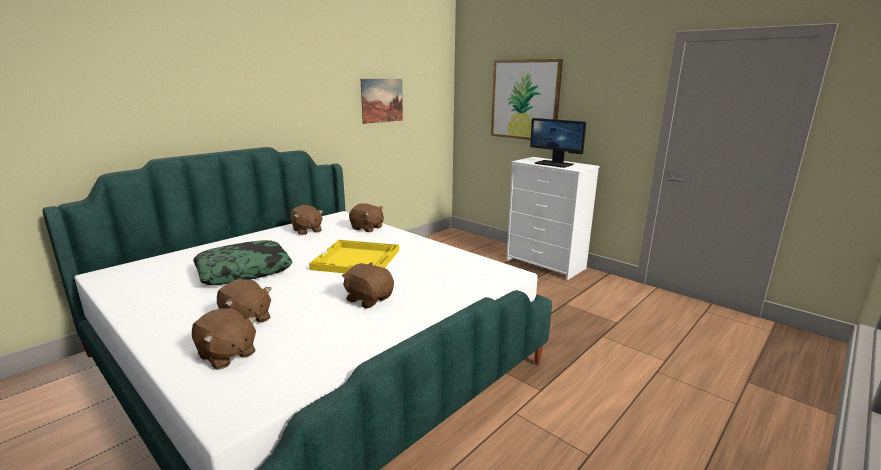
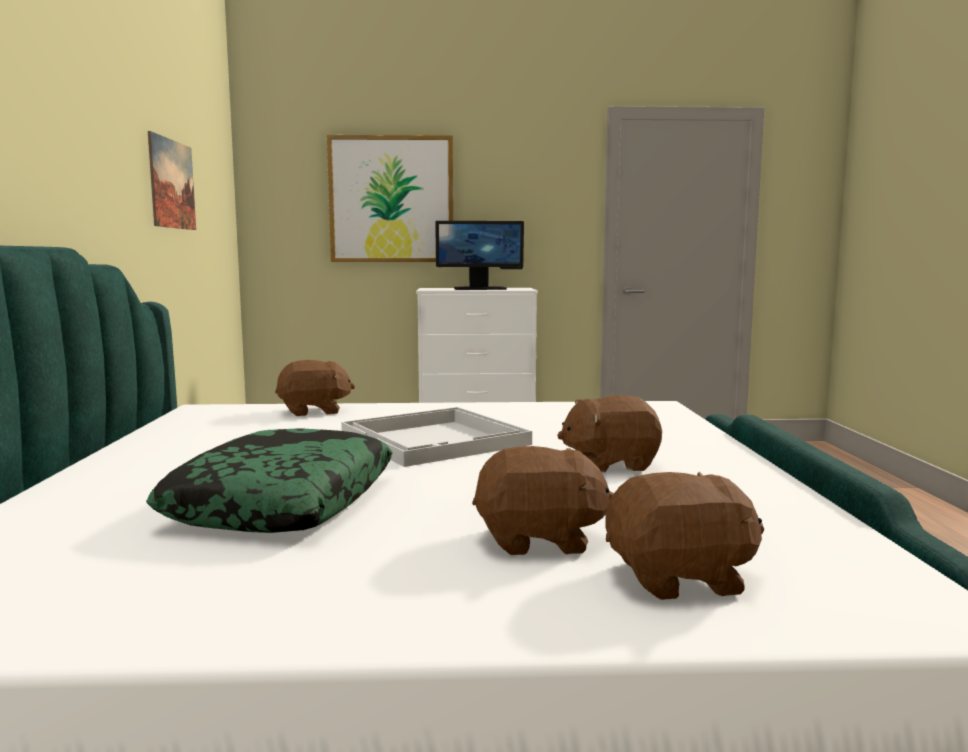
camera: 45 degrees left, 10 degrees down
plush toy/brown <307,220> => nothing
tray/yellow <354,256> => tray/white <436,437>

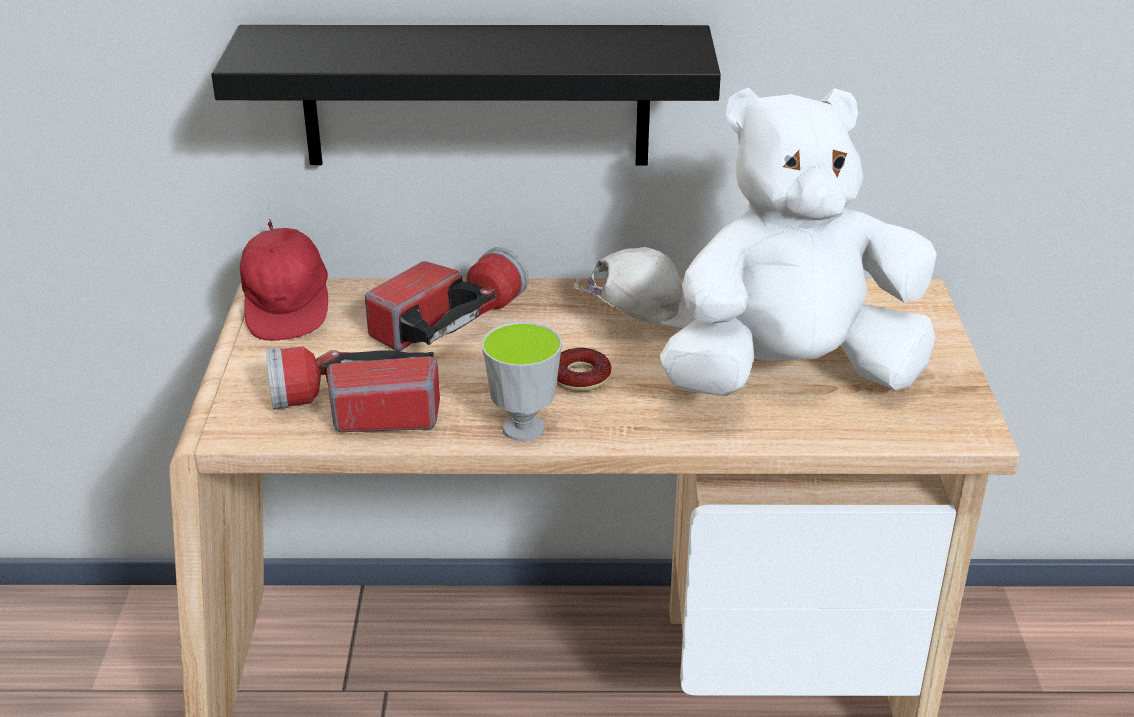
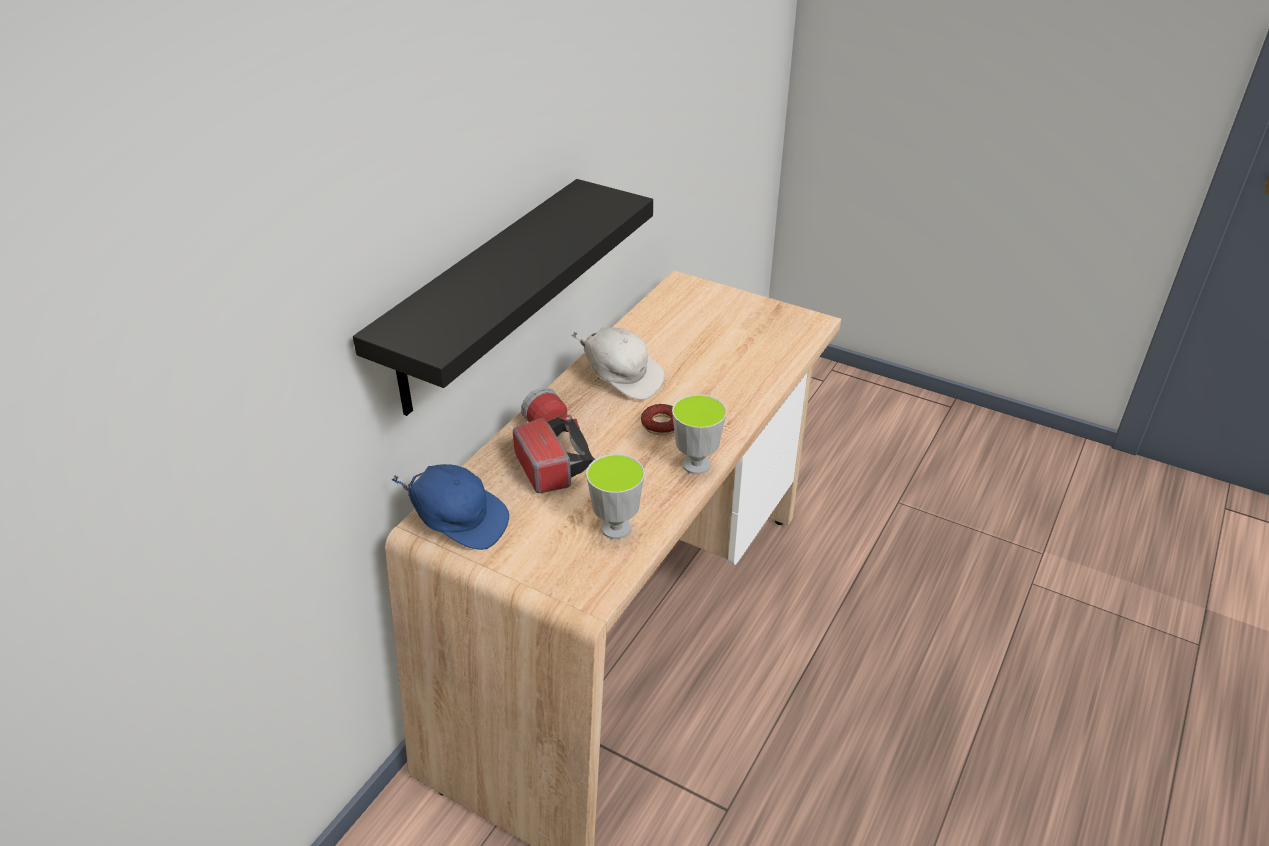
camera: 60 degrees left, 5 degrees up
plush toy/white <798,242> => nothing
flashlight <353,389> => cup <615,496>
cap/red <284,280> => cap/blue <450,507>
cap/white <634,288> => cap/white <618,363>, 105 degrees clockwise

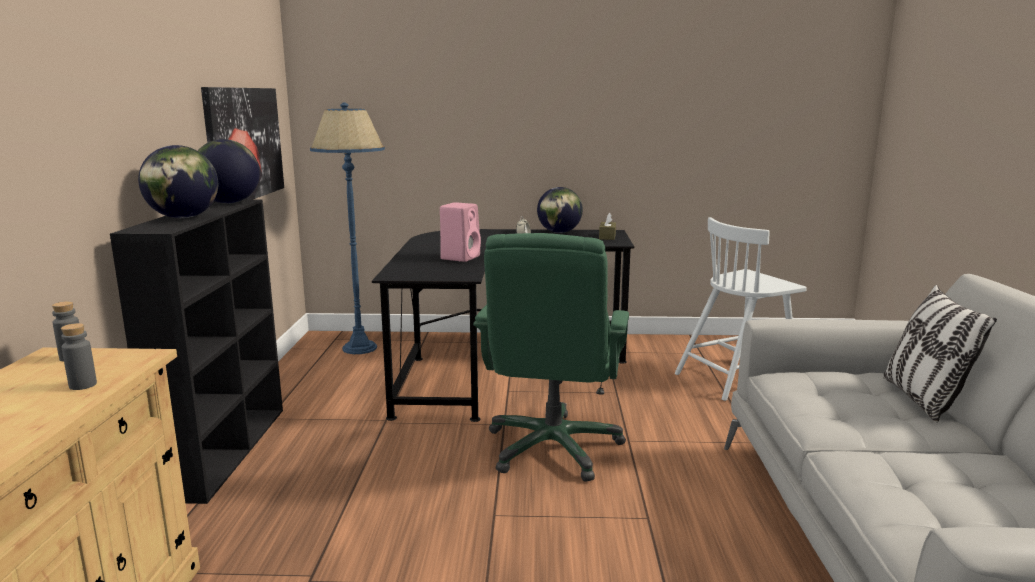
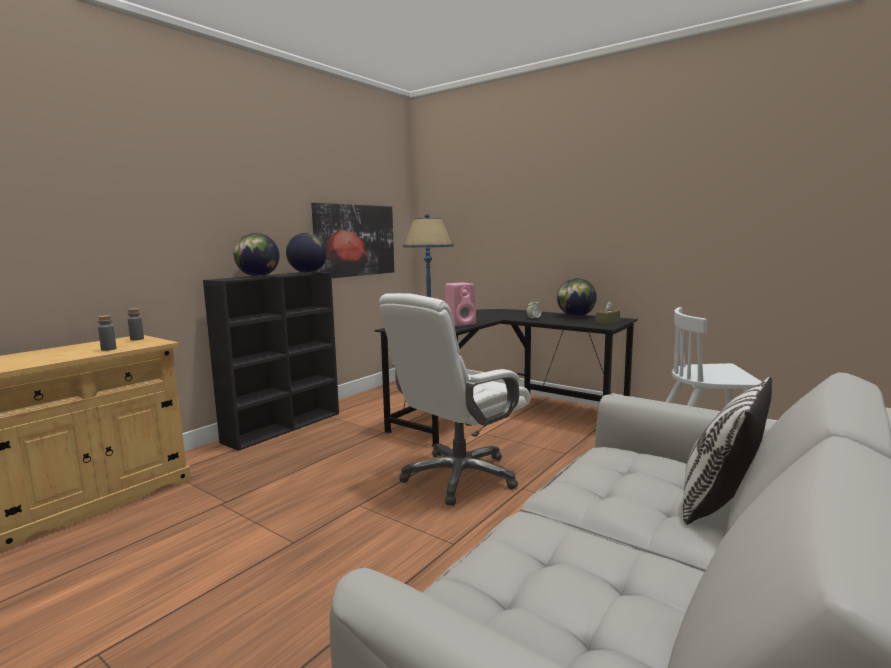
camera: 35 degrees right, 5 degrees down
office chair/green <551,357> => office chair/white <455,399>

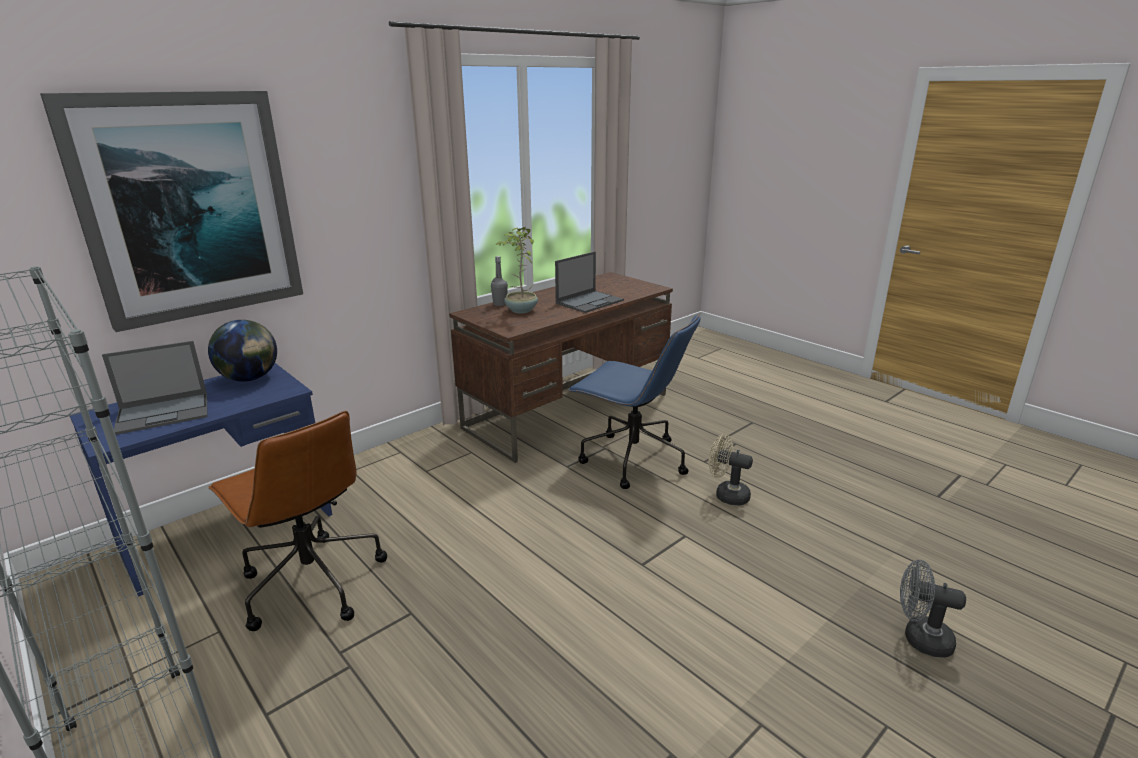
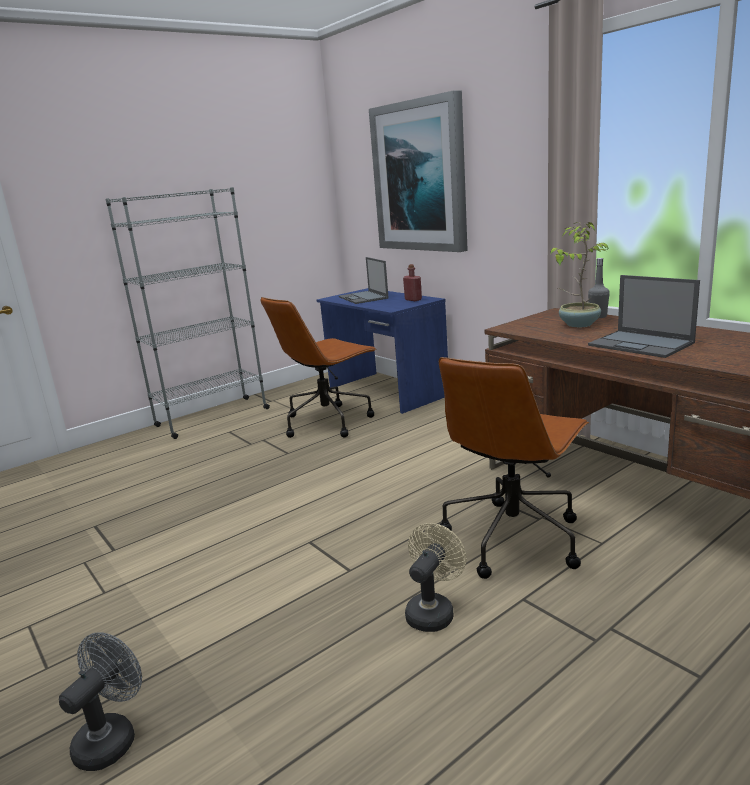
camera: 95 degrees right, 5 degrees down
globe <242,351> => bottle/red <412,282>
office chair/blue <634,401> => office chair/brown <514,468>

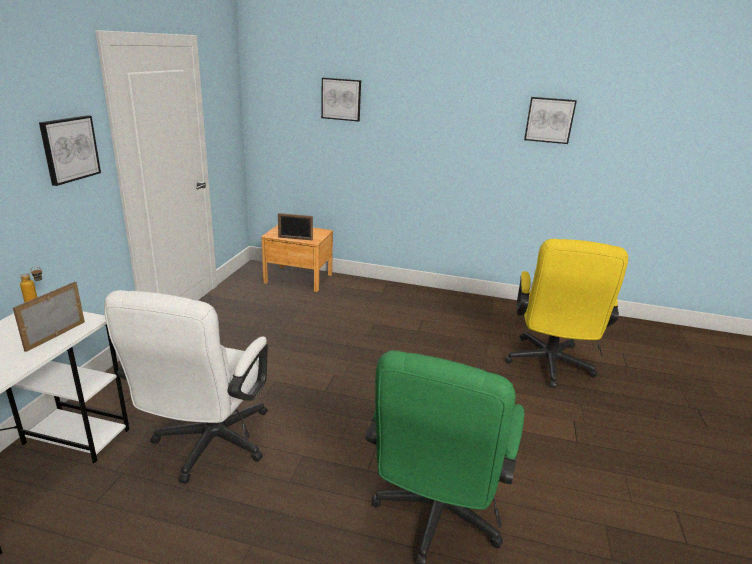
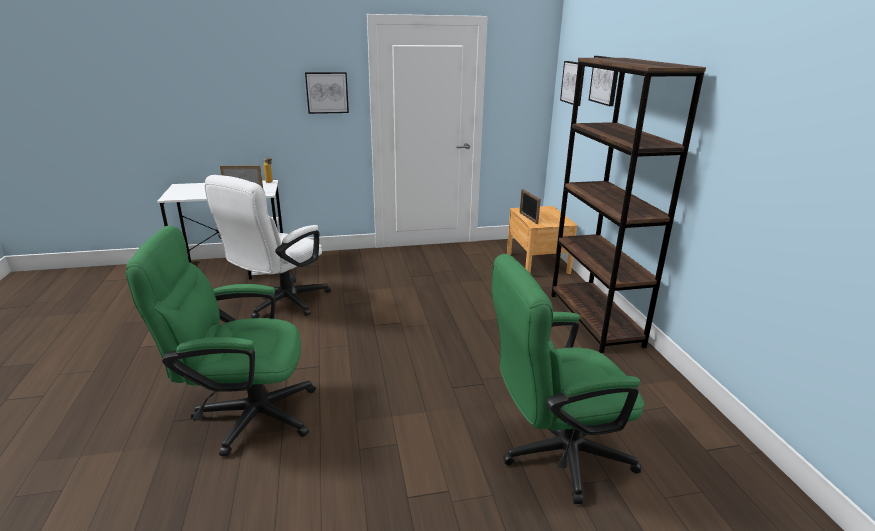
camera: 65 degrees right, 0 degrees up
nothing => bookcase/brown <628,205>
picture <550,120> => picture <572,83>, relocated
office chair/yellow <566,313> => office chair/green <568,379>
office chair/white <186,387> => office chair/white <268,246>, 45 degrees counterclockwise

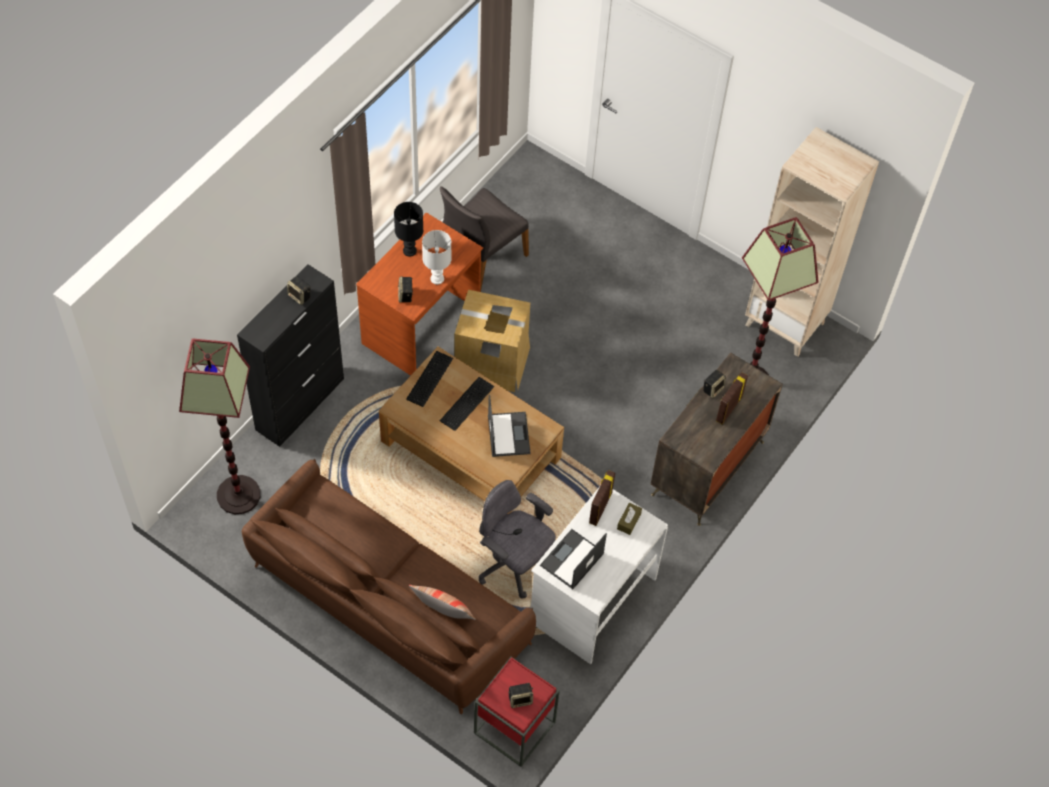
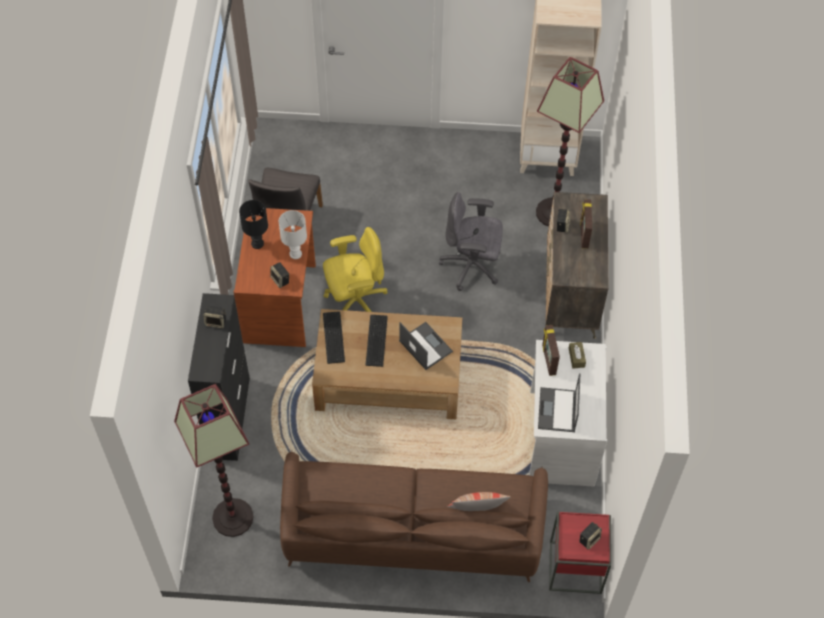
camera: 30 degrees left, 0 degrees up
office chair/grey <517,539> => office chair/grey <471,241>, relocated
cardboard box <492,341> => office chair/yellow <355,269>

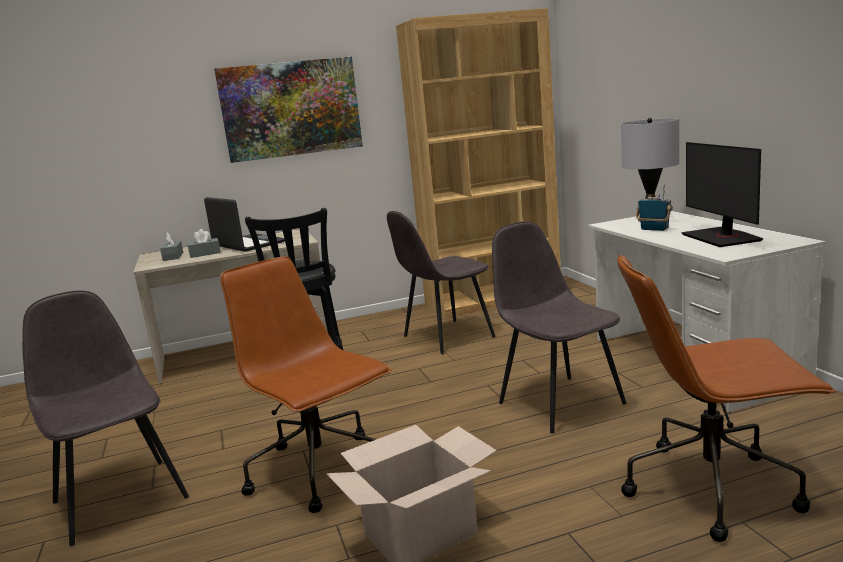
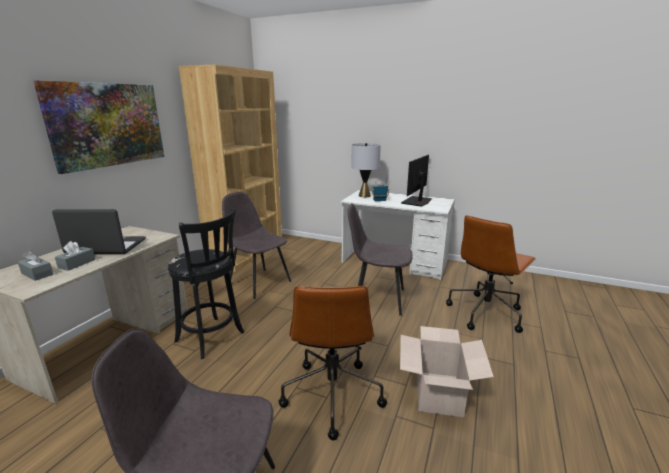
camera: 50 degrees left, 5 degrees up
office chair/brown <305,384> => office chair/brown <333,363>, 90 degrees counterclockwise
chair/grey <441,282> => chair/grey <256,245>, 120 degrees clockwise
monitor <722,194> => monitor <417,181>, 90 degrees clockwise

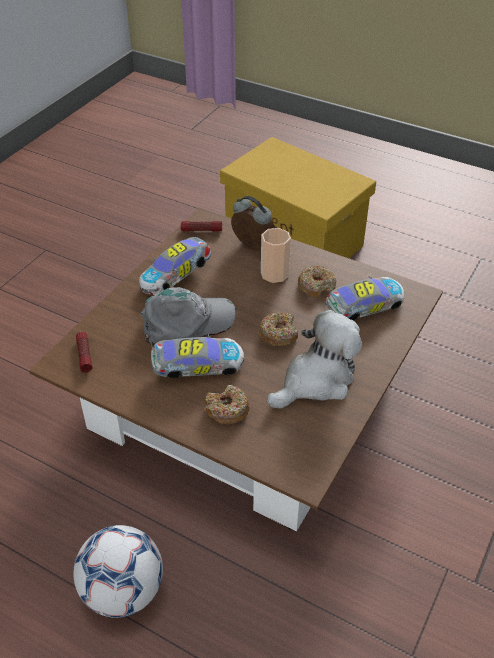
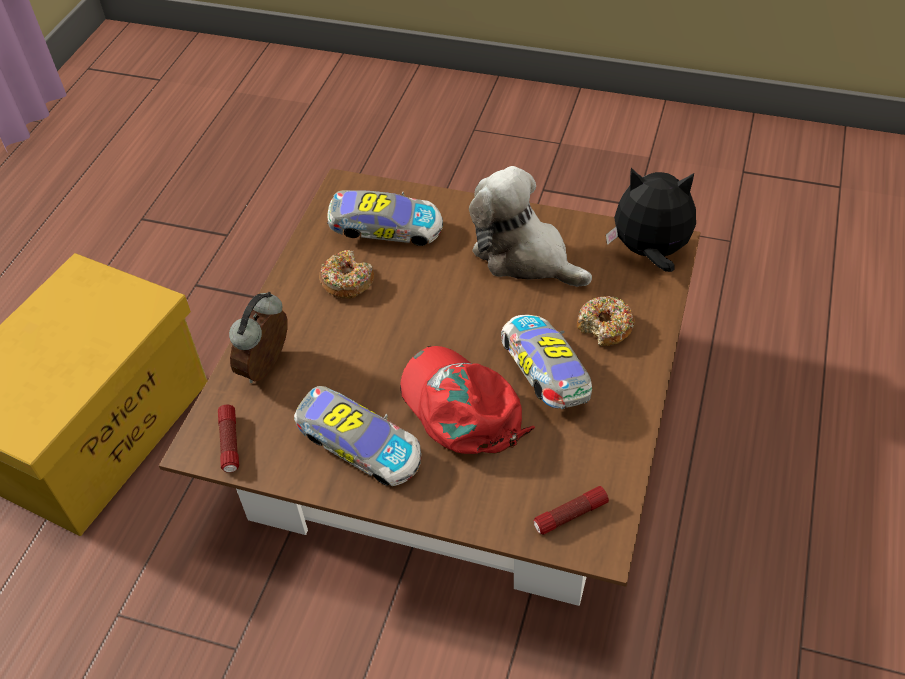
camera: 100 degrees left, 5 degrees up
football <118,571> => nothing
donut <278,329> => nothing
cup <276,255> => nothing
nothing => plush toy <651,220>
cap/grey <189,317> => cap/red <467,400>
toy car <365,298> => toy car <385,218>, 135 degrees clockwise

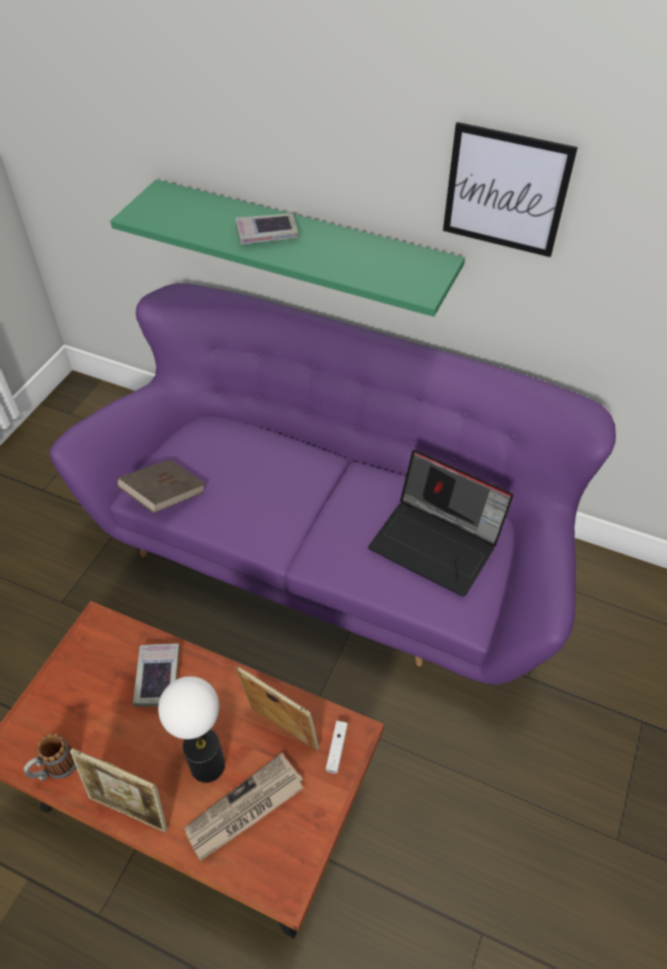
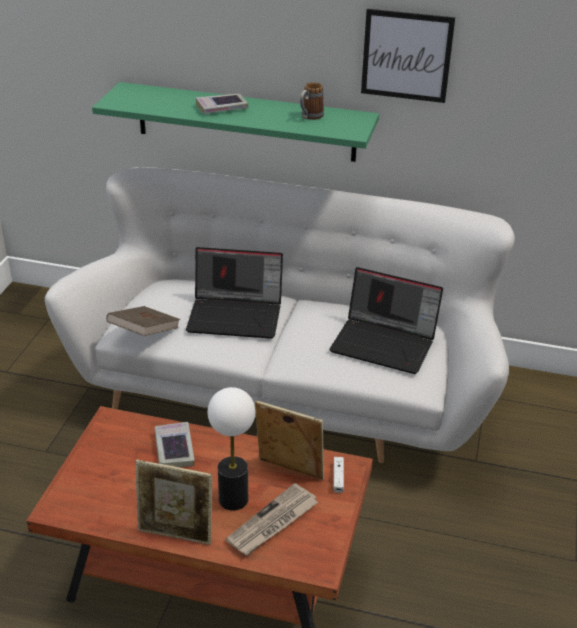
camera: 10 degrees left, 15 degrees down
nothing => laptop <234,293>
mug <49,757> => mug <312,101>, relocated
sofa/purple <333,484> => sofa/white <280,315>

